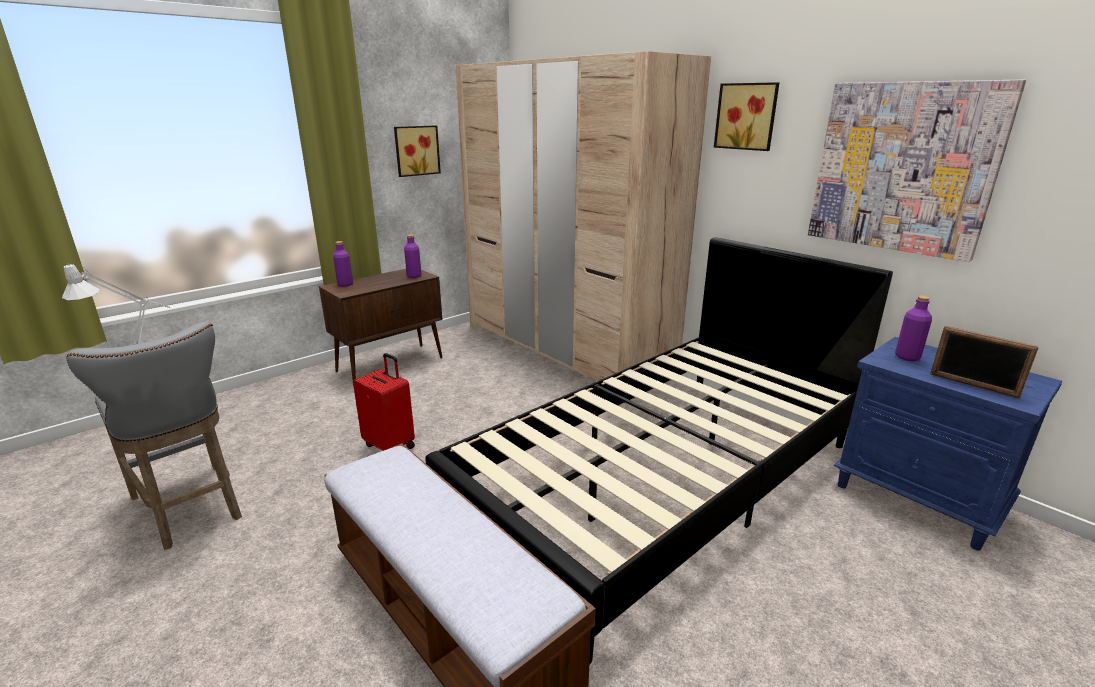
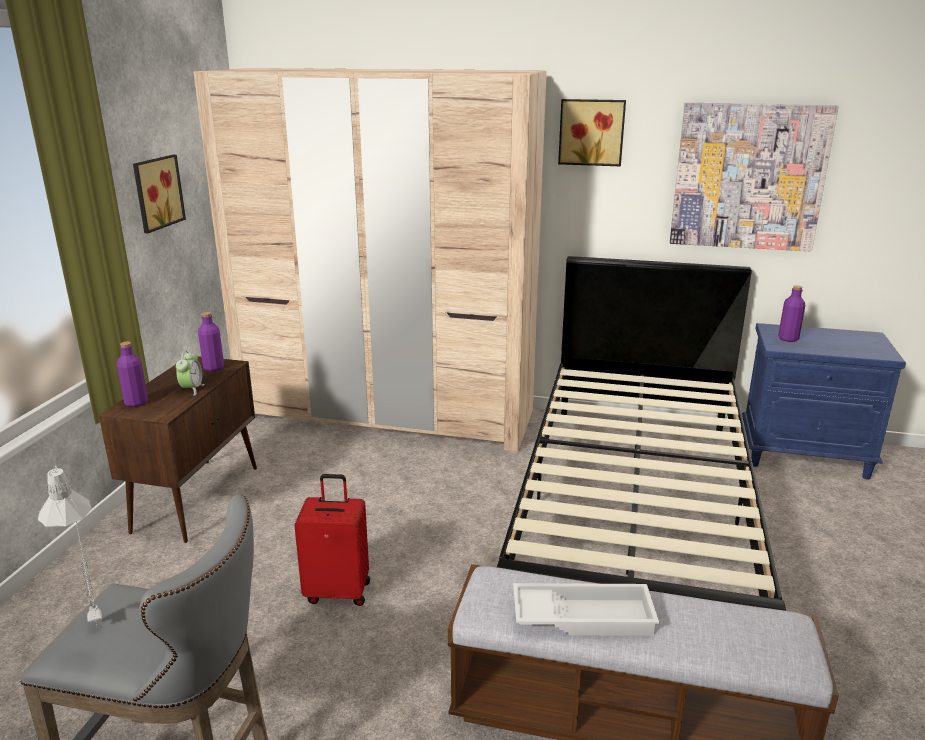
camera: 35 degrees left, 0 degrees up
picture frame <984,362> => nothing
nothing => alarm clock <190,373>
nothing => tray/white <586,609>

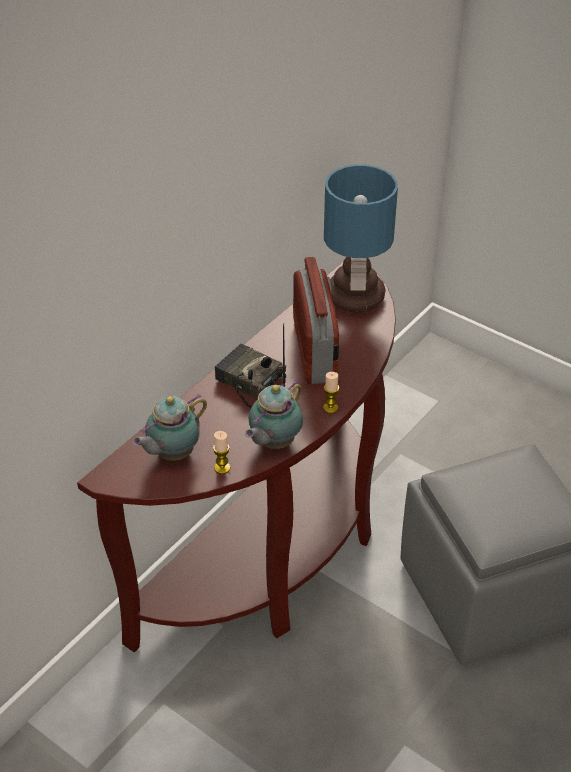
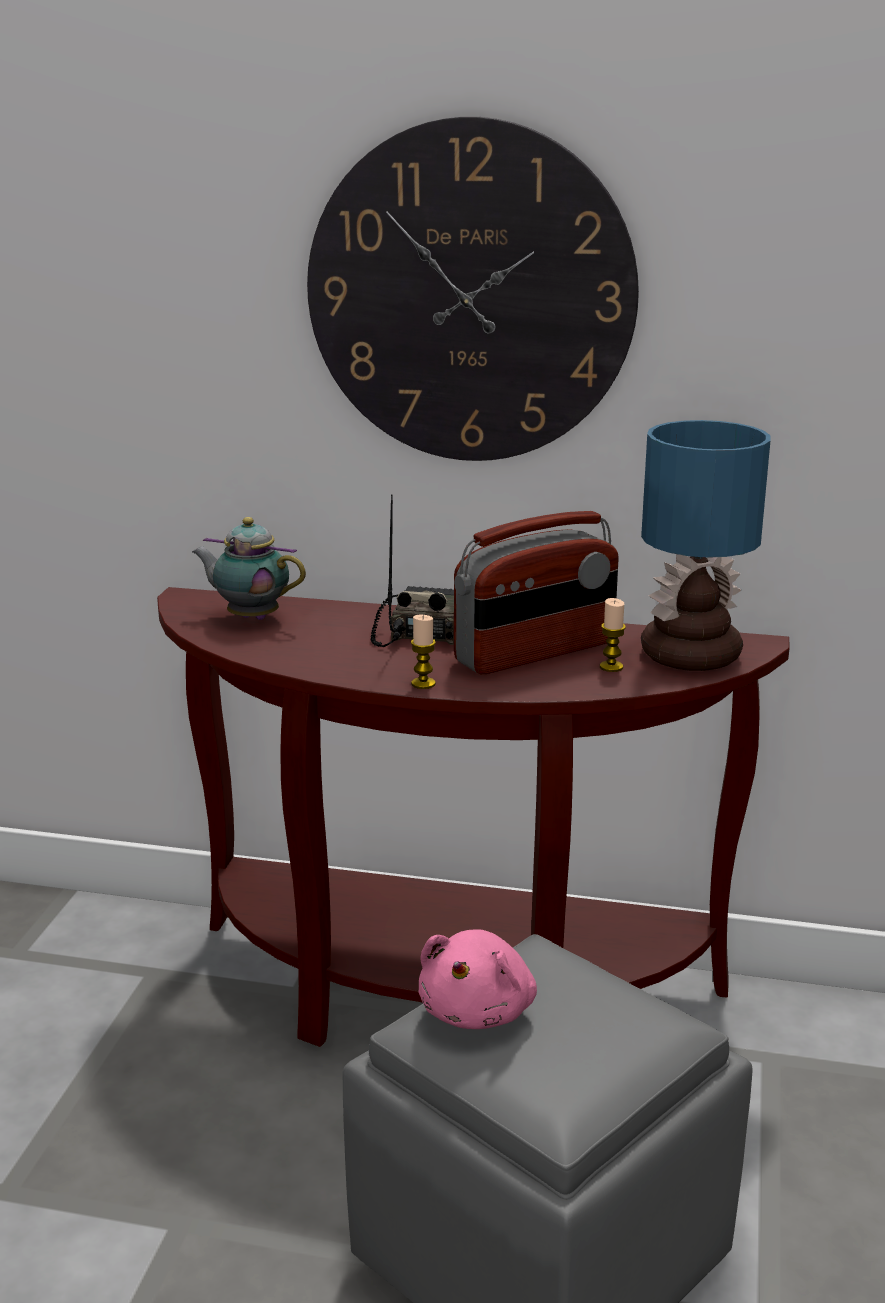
camera: 65 degrees right, 20 degrees down
teapot <274,414> => nothing
nothing => wall clock <473,289>
nothing => plush toy/pink <477,979>
candle <221,452> => candle <613,635>, relocated

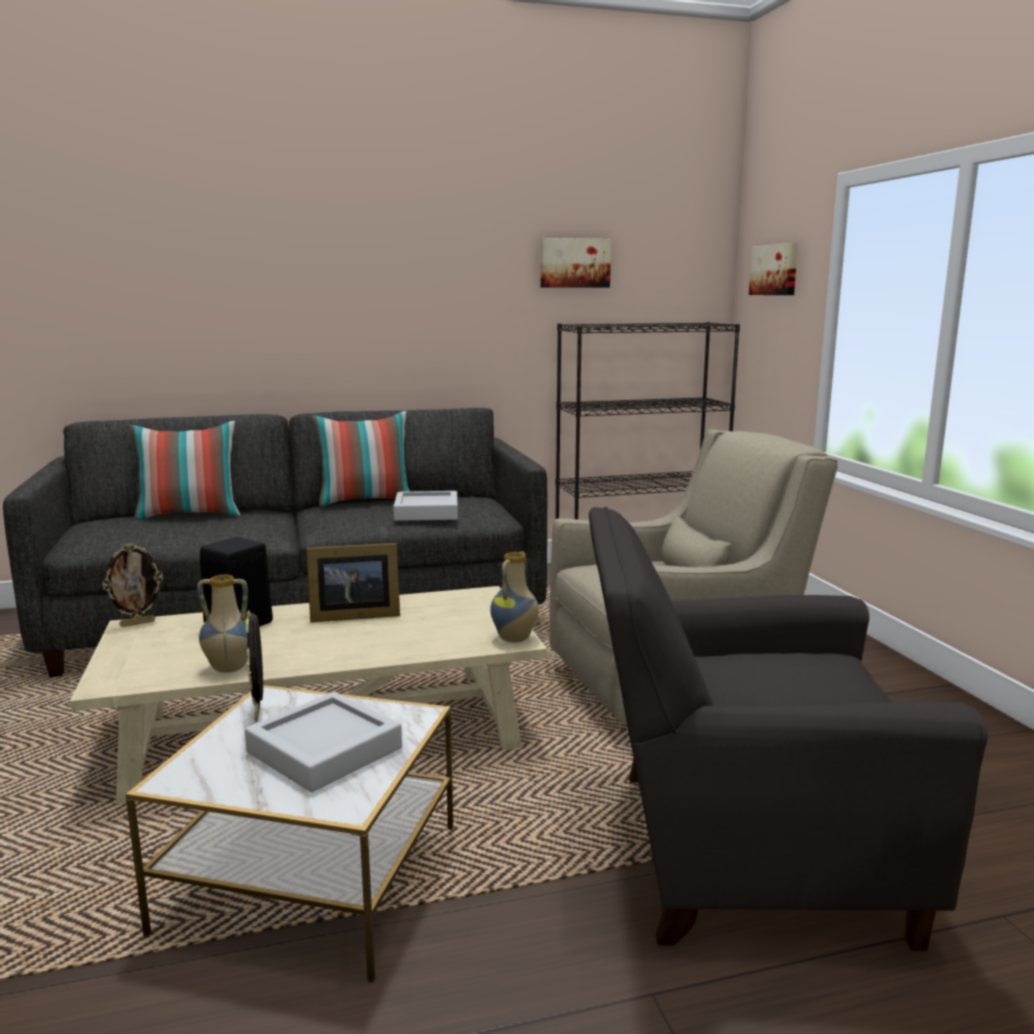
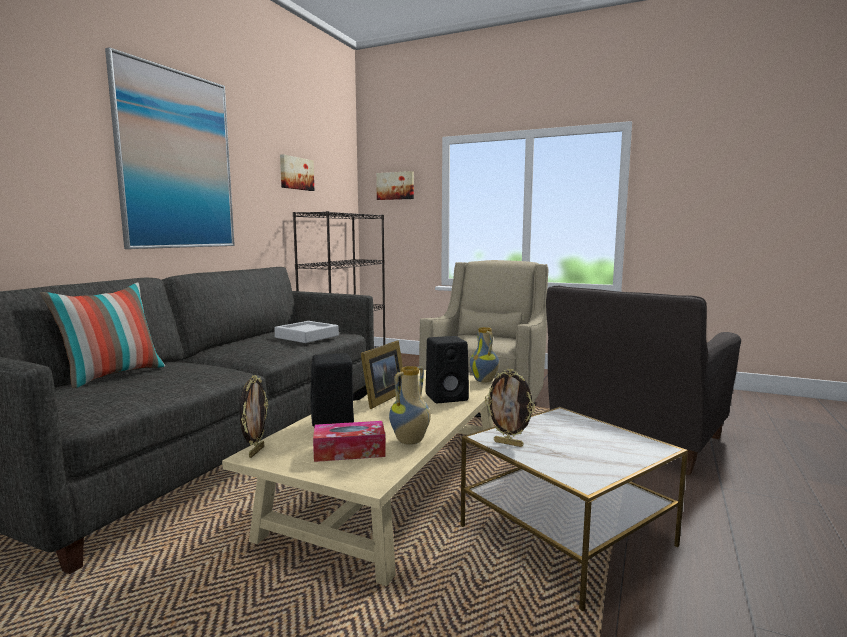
camera: 50 degrees left, 5 degrees down
tray/grey <323,742> => nothing
pillow <360,459> => nothing
nothing => picture <170,148>
nothing => tissue box <349,441>
nothing => speaker/black <447,369>

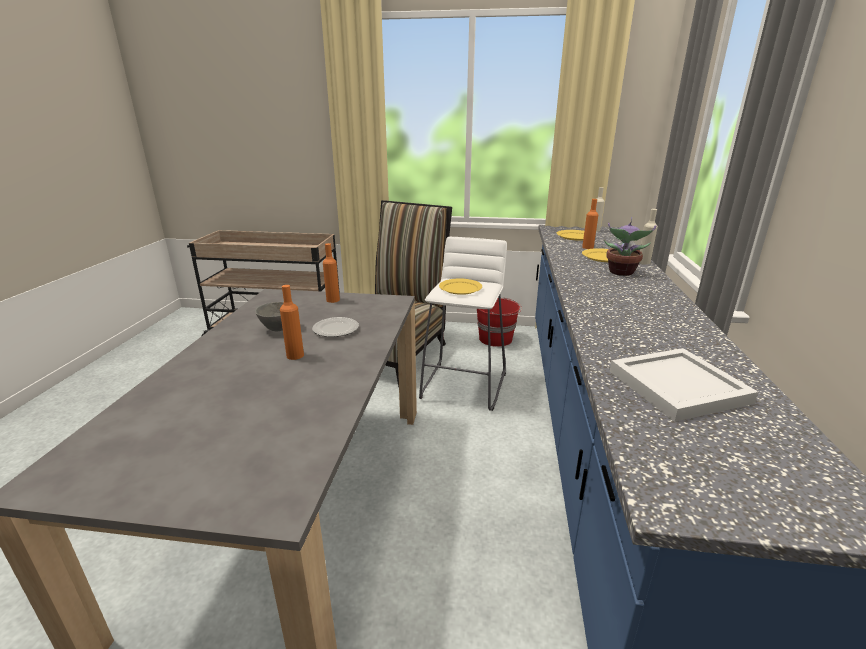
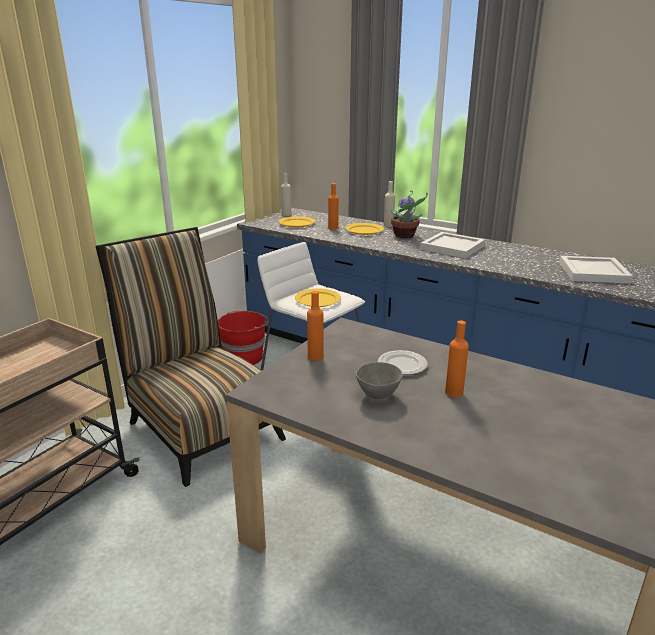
camera: 65 degrees left, 0 degrees up
nothing => tray/white <452,245>

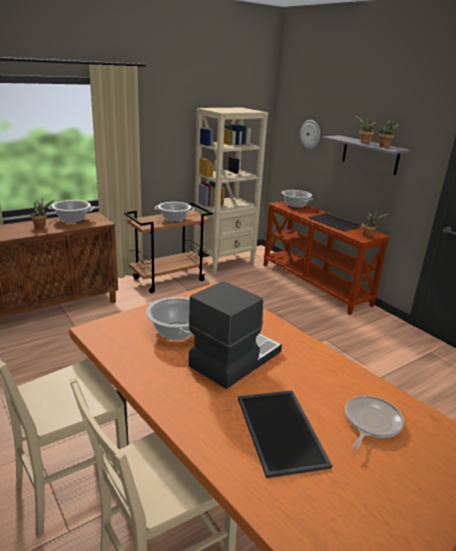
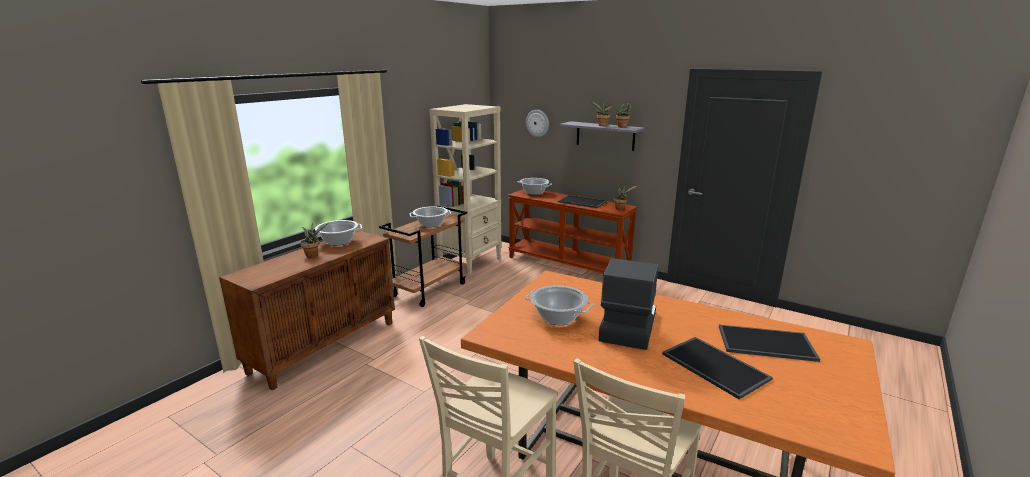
camera: 20 degrees left, 5 degrees down
frying pan <374,422> => tray <769,343>

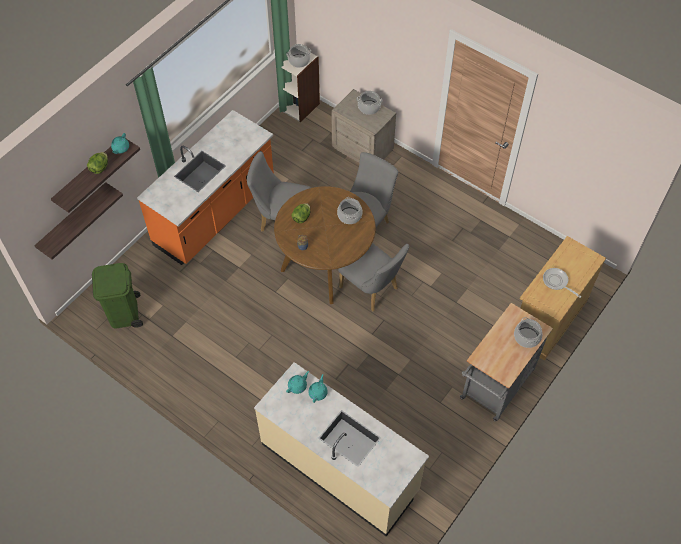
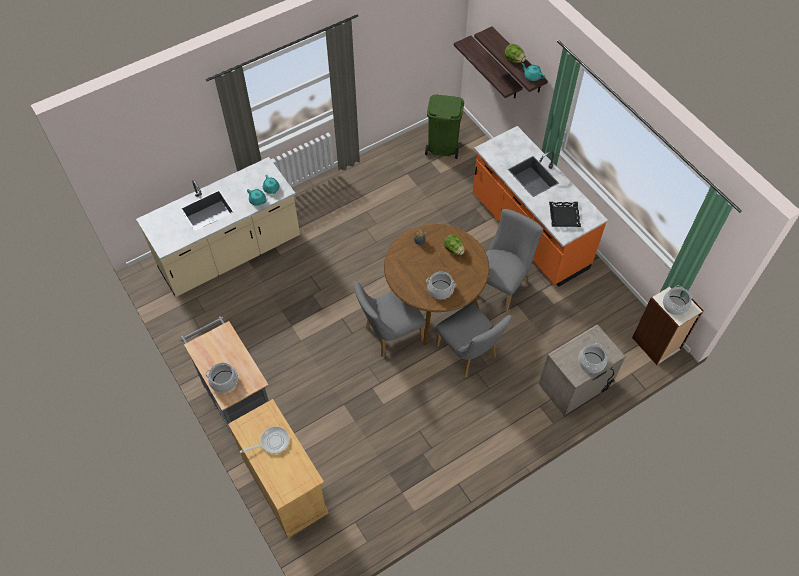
camera: 110 degrees right, 0 degrees up
nothing => tray/black <565,214>

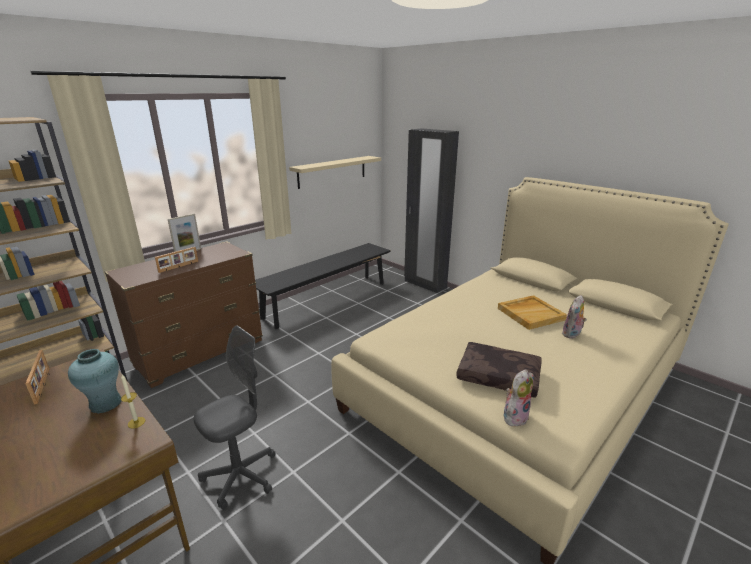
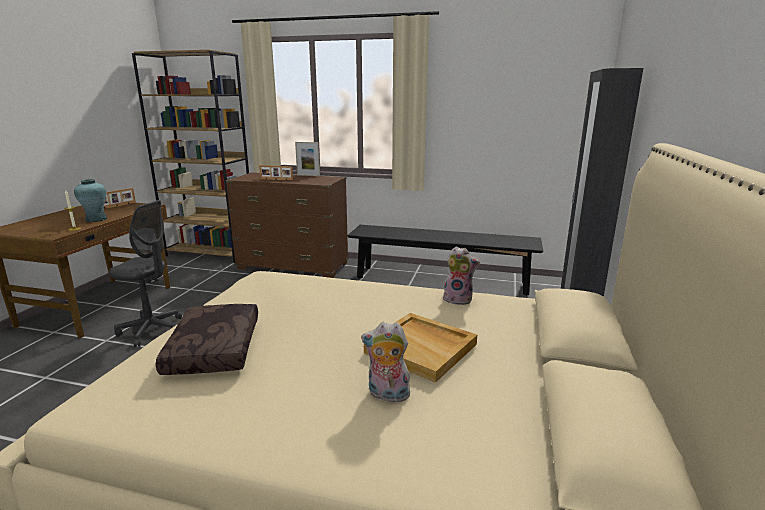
camera: 60 degrees right, 5 degrees down
shelf/beige <335,172> => nothing
plush toy <519,397> => plush toy <461,276>, relocated

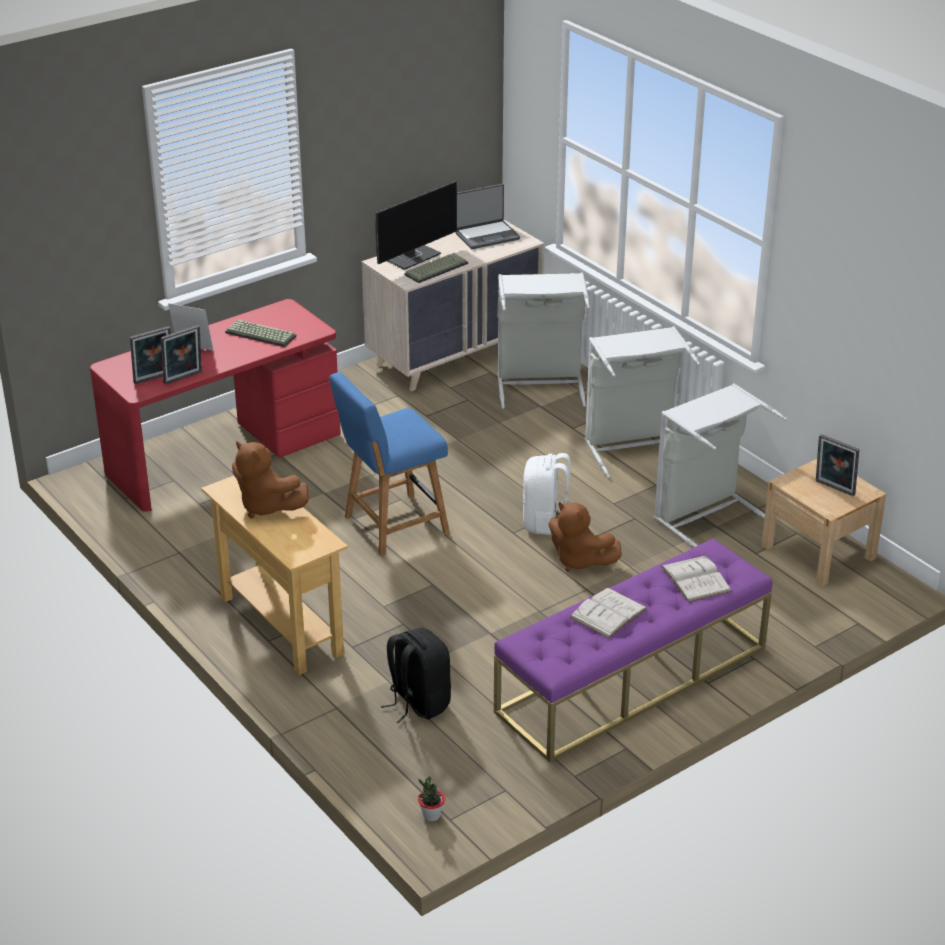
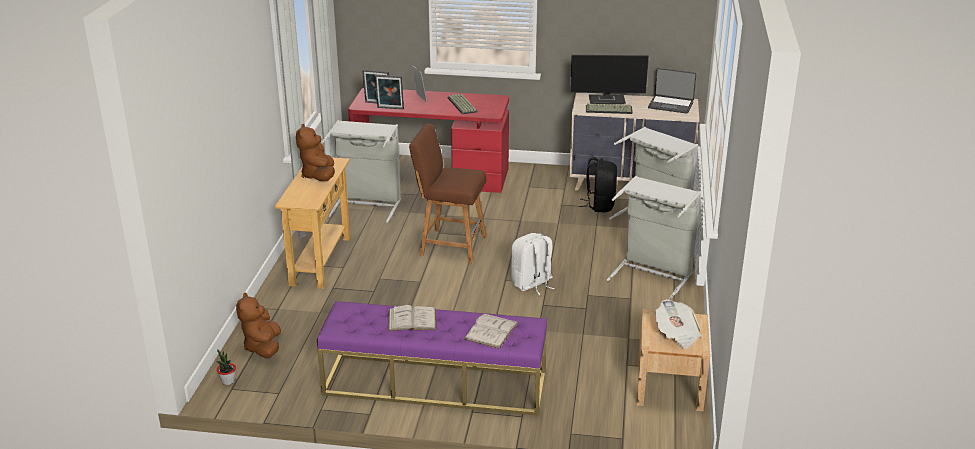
camera: 45 degrees right, 5 degrees down
backpack/black <416,676> => backpack/black <598,184>, relocated
plush toy/brown <585,537> => plush toy/brown <258,325>, relocated
laundry basket/grey <720,465> => laundry basket/grey <361,171>, relocated
picture frame <837,465> => newspaper <678,324>
chair/blue <390,464> => chair/brown <448,193>

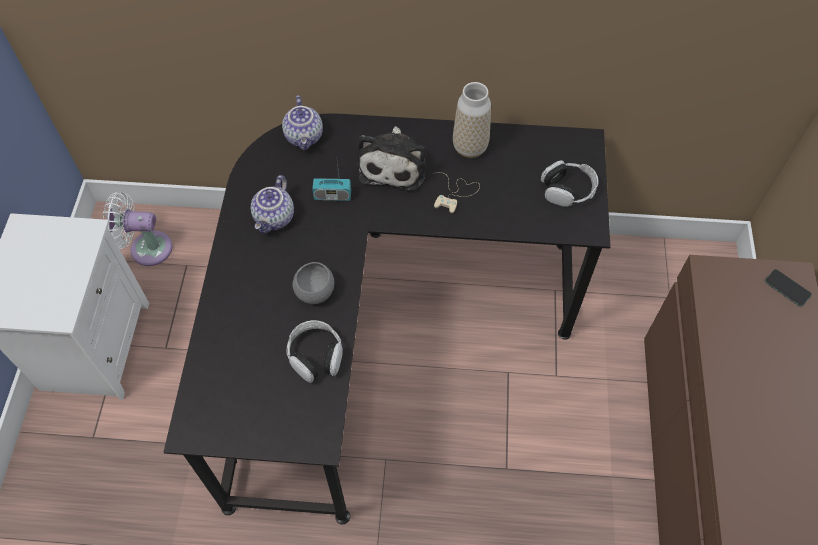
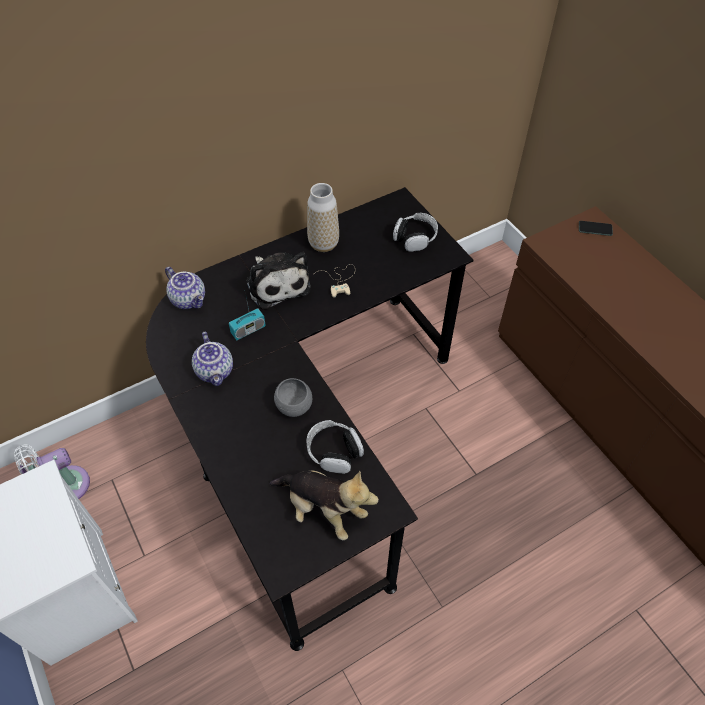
camera: 35 degrees left, 5 degrees down
nothing => plush toy <324,505>

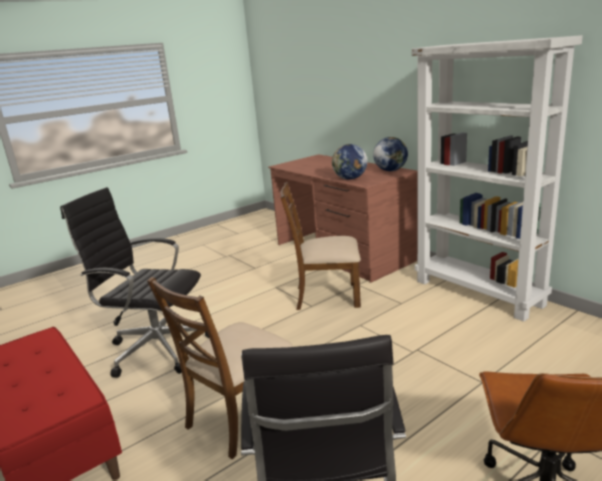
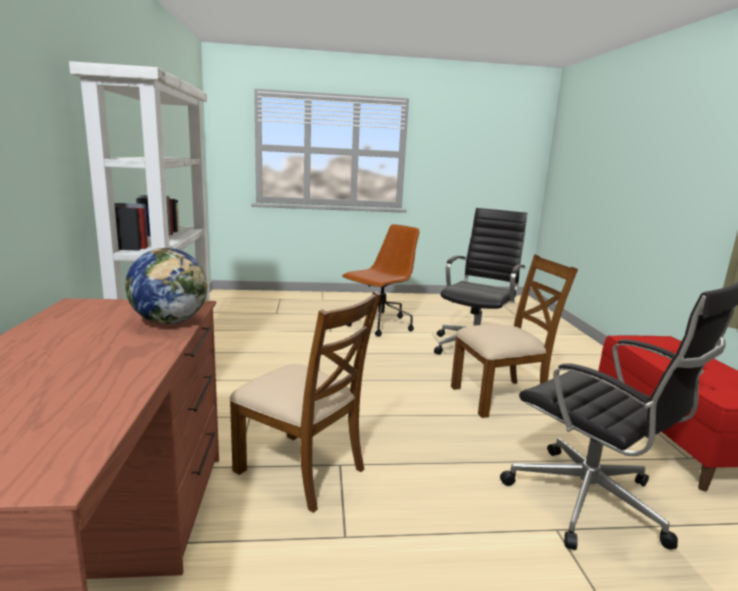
camera: 150 degrees left, 5 degrees down
globe <390,154> => nothing

